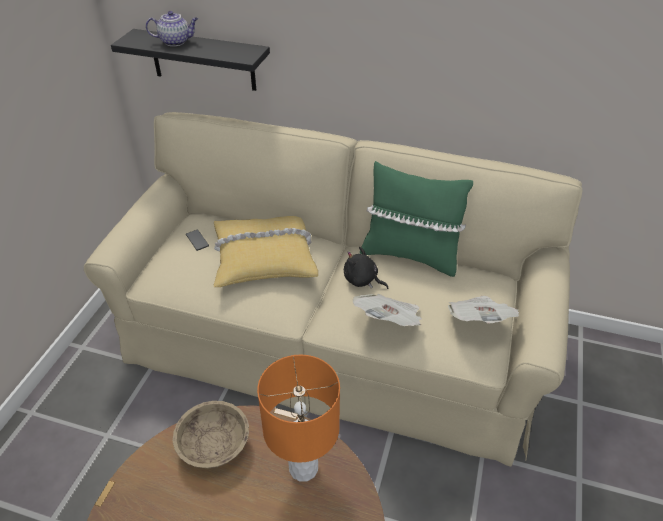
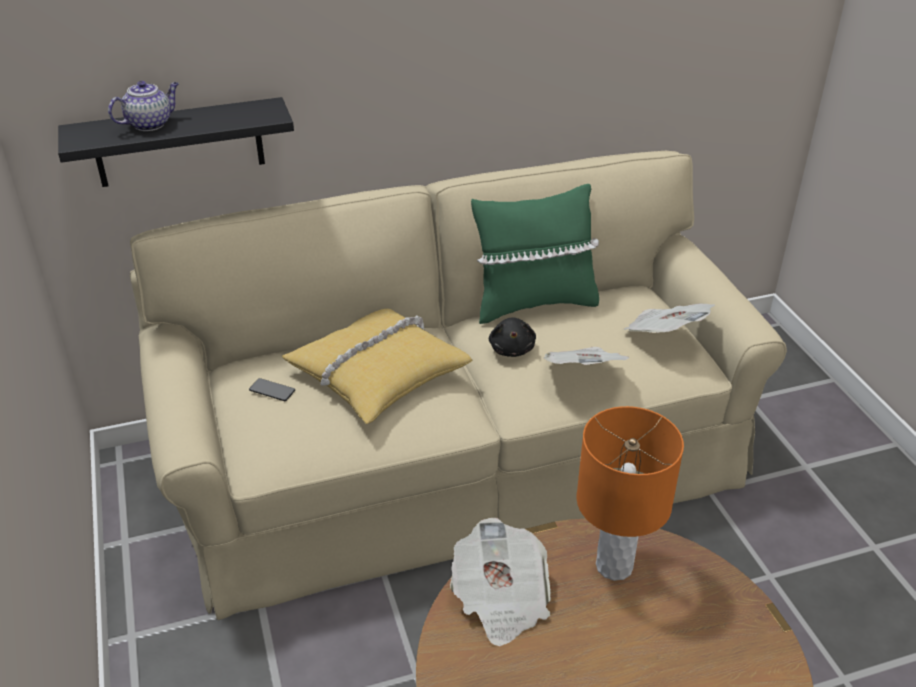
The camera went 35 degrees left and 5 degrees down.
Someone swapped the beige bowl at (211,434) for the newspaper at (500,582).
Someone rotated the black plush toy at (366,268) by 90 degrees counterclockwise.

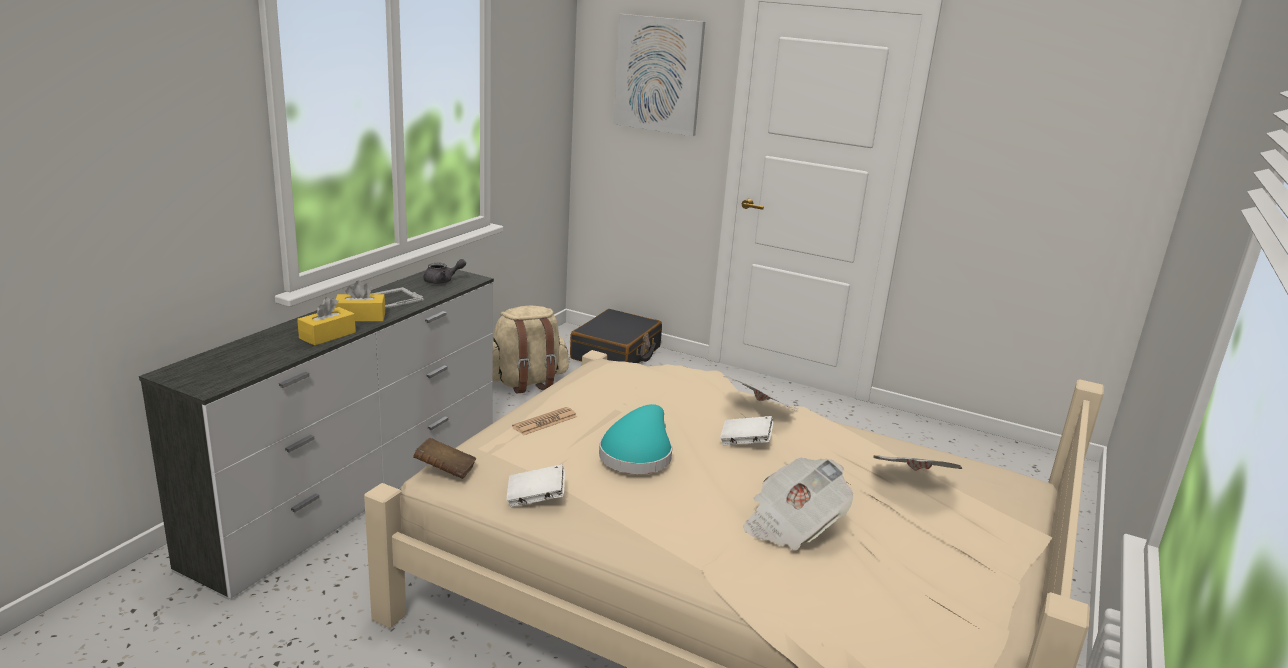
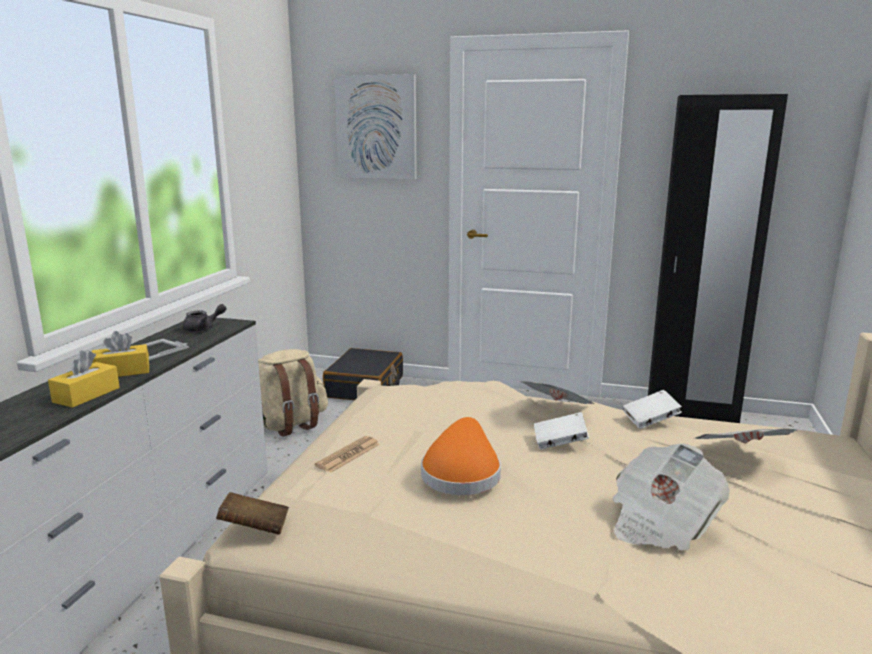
The camera went 10 degrees left and 5 degrees down.
Someone carried the white book from (536,485) to (652,409).
Someone repainted the turquoise hat at (635,439), which became the orange hat at (461,456).
Someone put down the black wardrobe at (718,258).

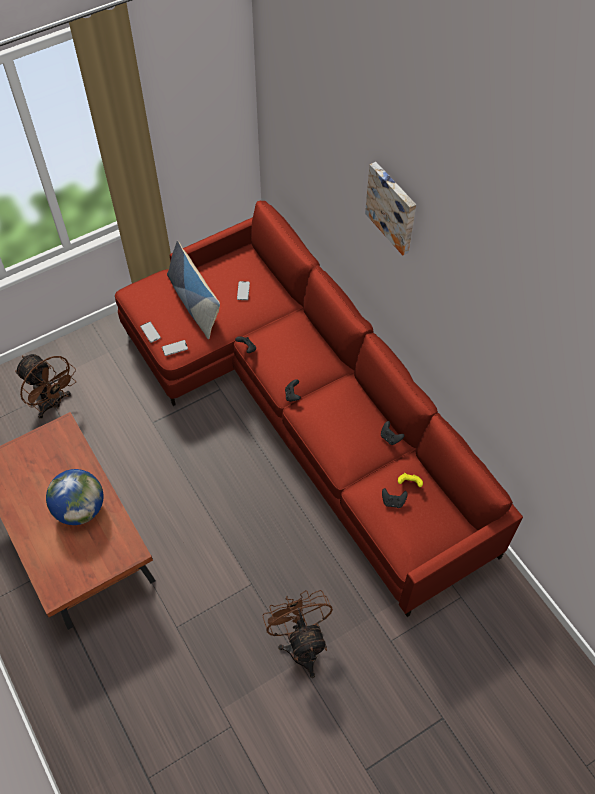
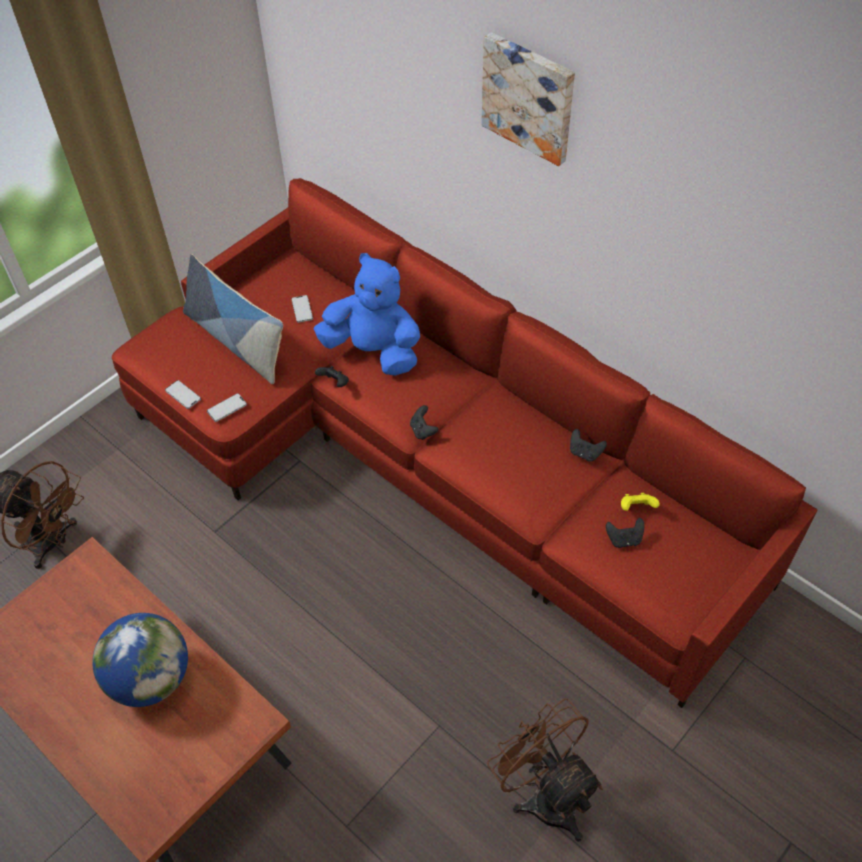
The camera went 15 degrees left and 5 degrees down.
Someone put down the blue plush toy at (367,314).

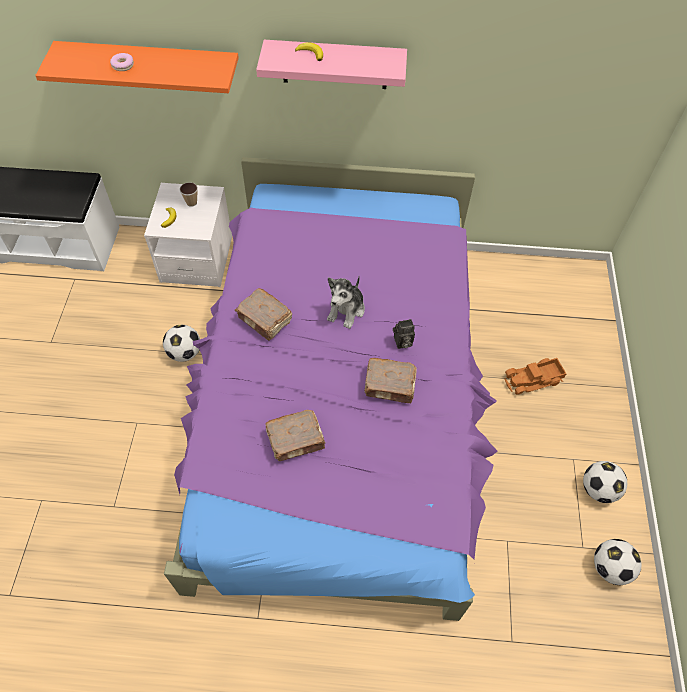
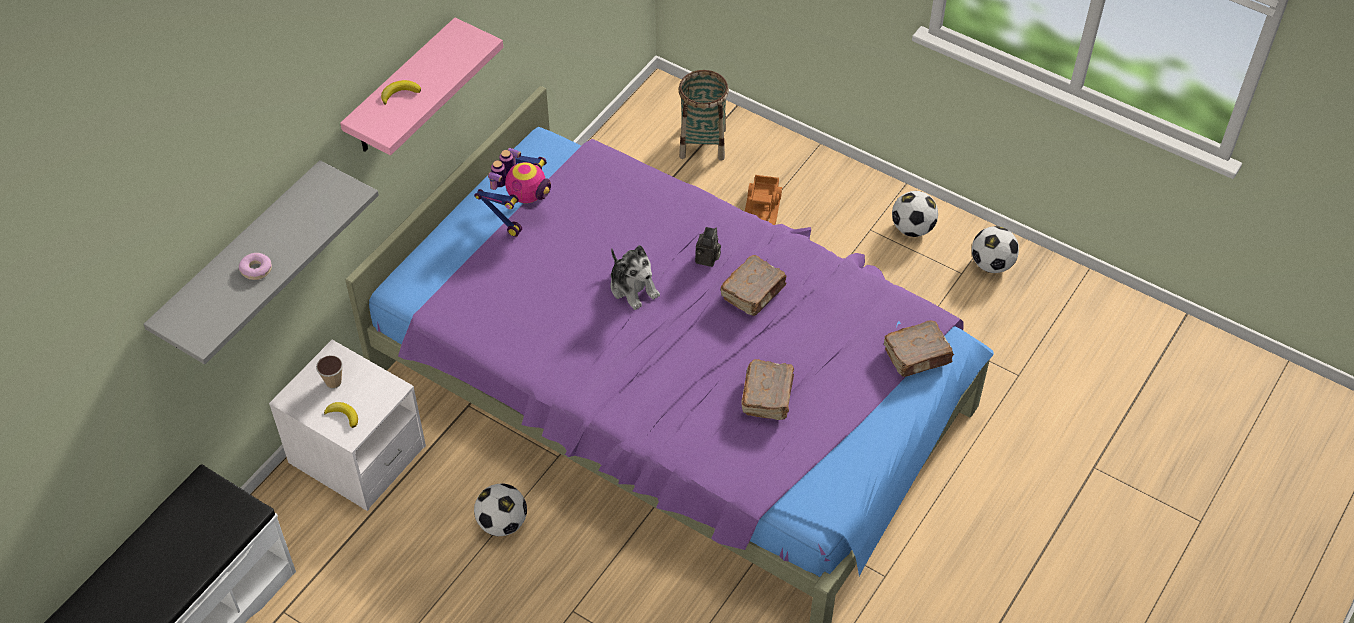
The camera went 60 degrees left and 5 degrees down.
Someone repainted the orange shelf at (137,67), which became the grey shelf at (261,262).
Someone carried the brown book from (263,314) to (919,348).
Someone put down the toy robot at (512,192).
Someone put down the basket at (704,115).

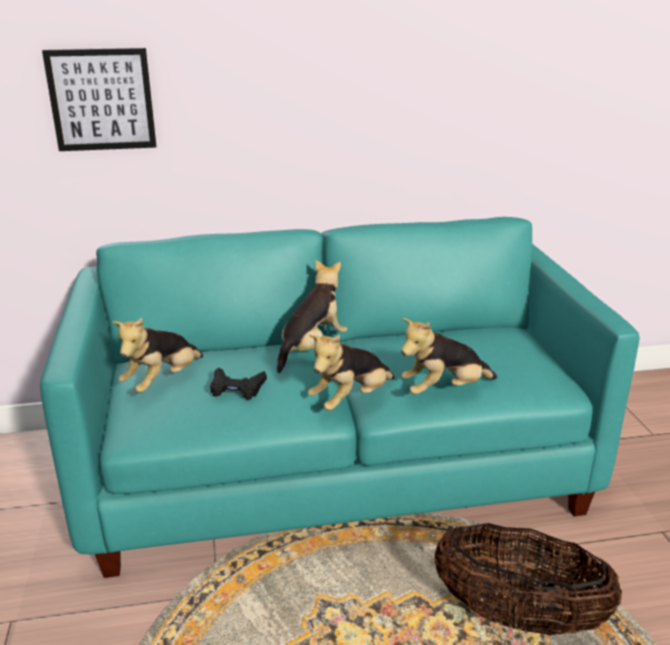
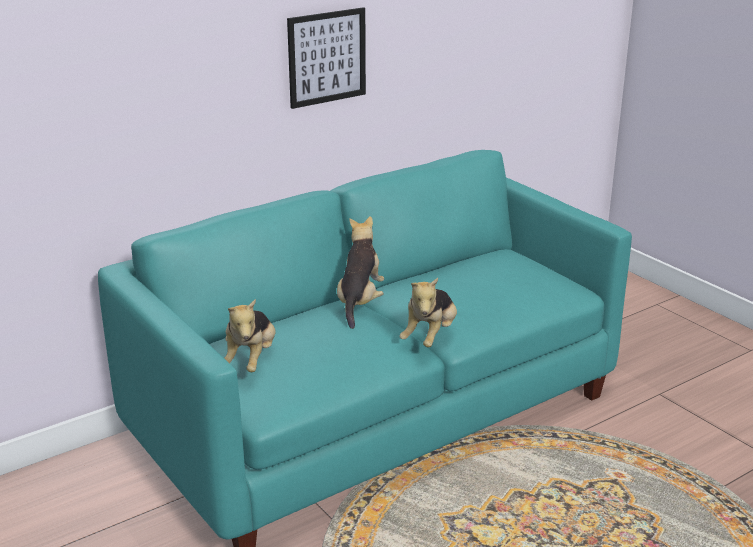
The camera went 25 degrees left and 0 degrees up.
Someone carried the picture from (99,99) to (326,58).
Someone took away the black game controller at (238,383).
Someone took away the plush toy at (449,356).
Someone took away the basket at (528,579).

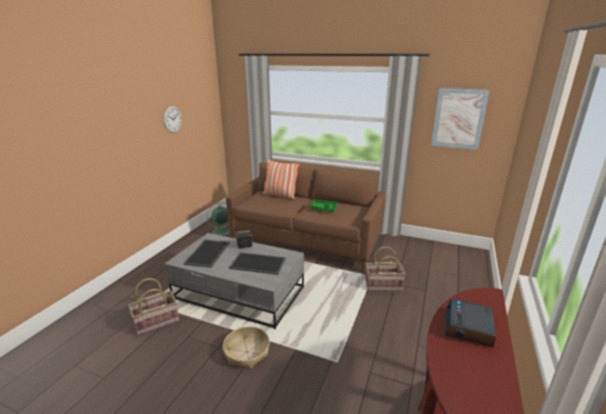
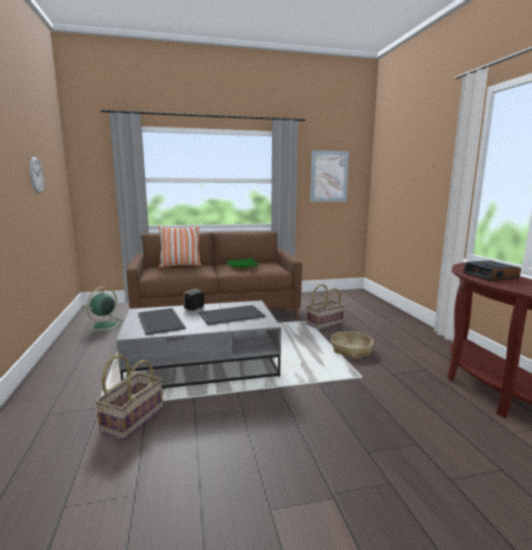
The camera went 35 degrees left and 10 degrees down.
Someone carried the basket from (246,347) to (352,344).

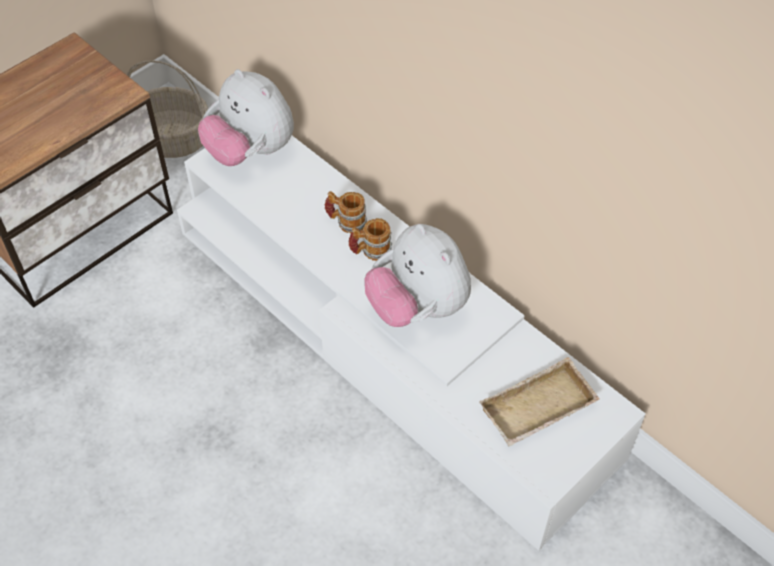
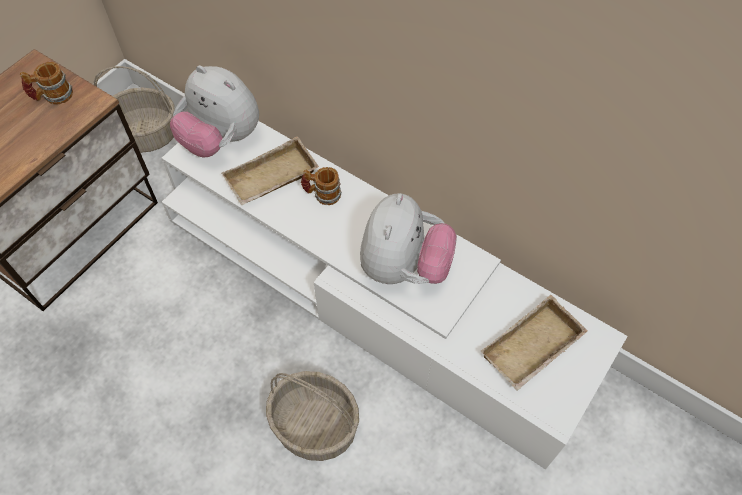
The camera went 10 degrees left and 5 degrees up.
Someone carried the mug from (370,239) to (46,83).
Someone rotated the plush toy at (417,275) by 120 degrees counterclockwise.
Someone put down the beige tray at (270,170).
Someone put down the basket at (312,416).

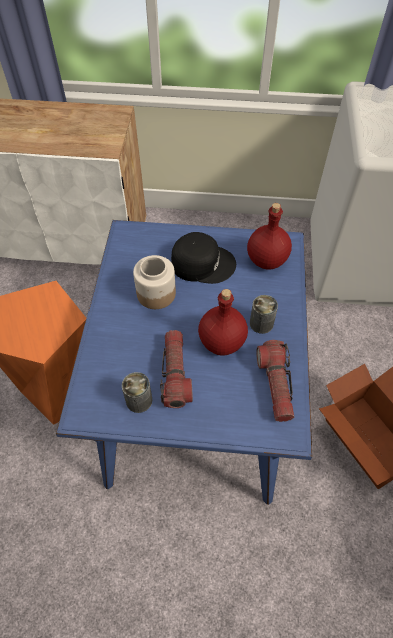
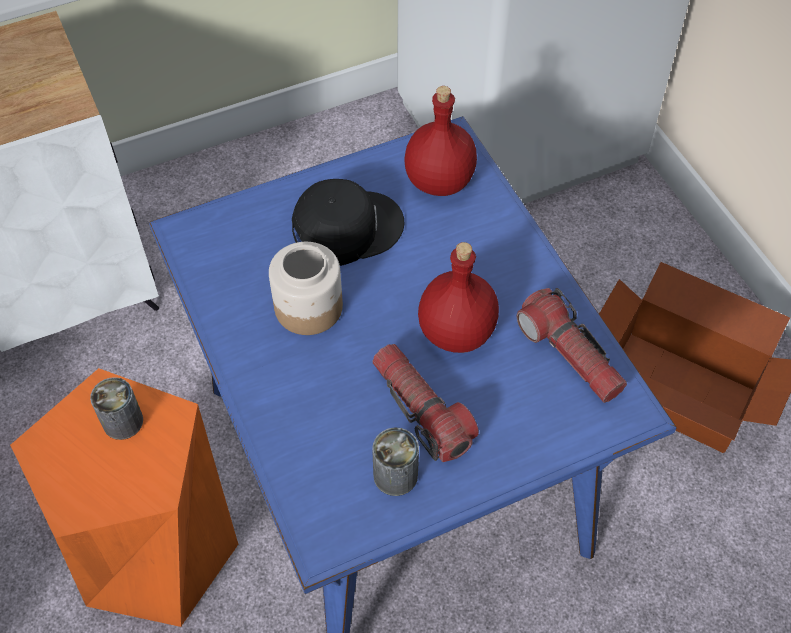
The camera went 30 degrees left and 0 degrees up.
Someone carried the can from (264,314) to (116,408).

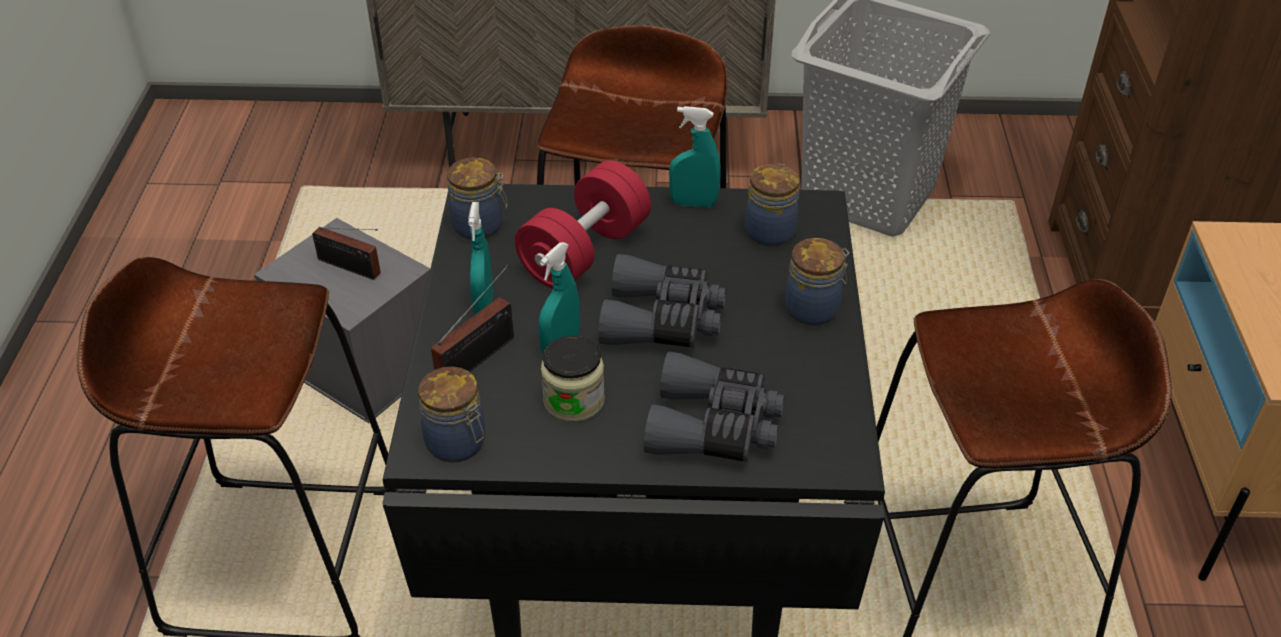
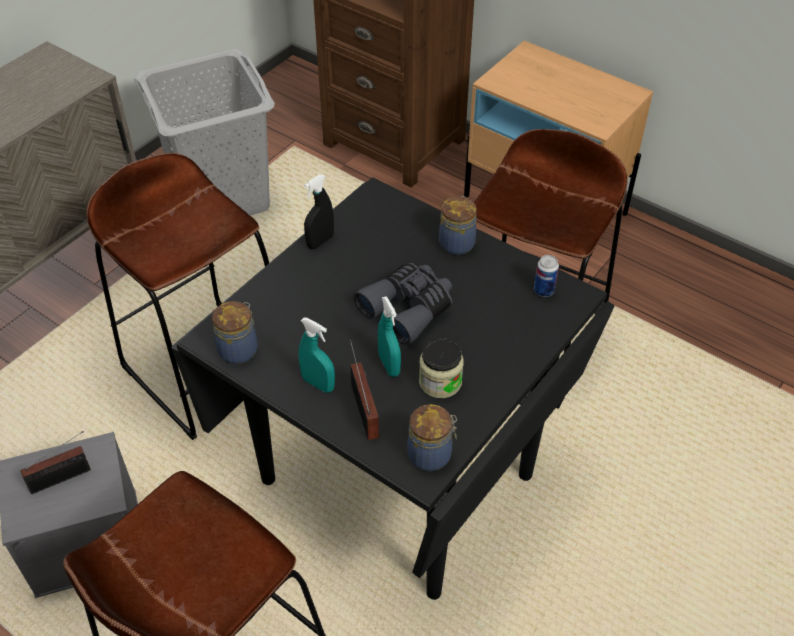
The camera went 55 degrees left and 5 degrees up.
Someone took away the red dumbbell at (582,225).
Someone took away the grey binoculars at (714,406).
Someone repainted the turquoise spray bottle at (694,156), which became the black spray bottle at (319,212).
Someone took away the jar at (772,205).
Someone put down the can at (546,276).

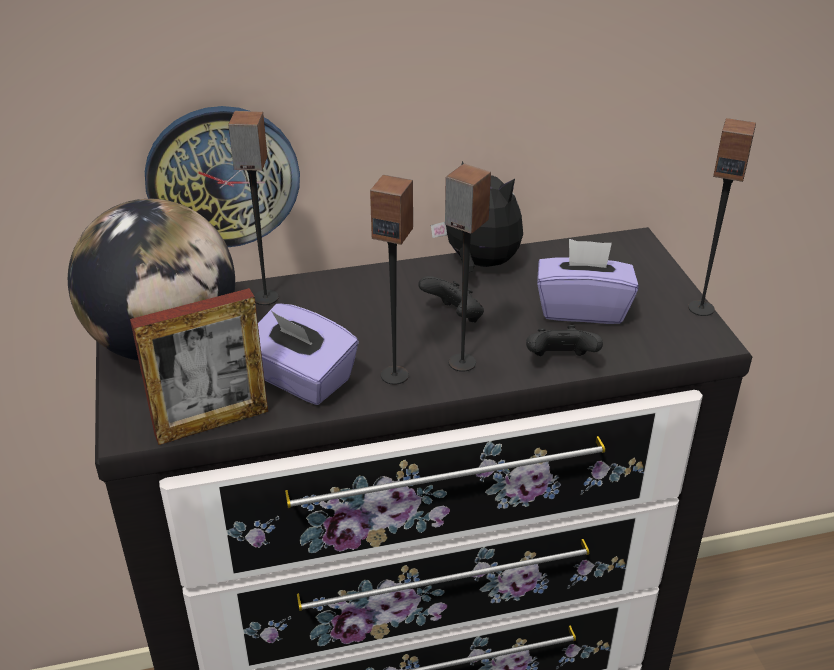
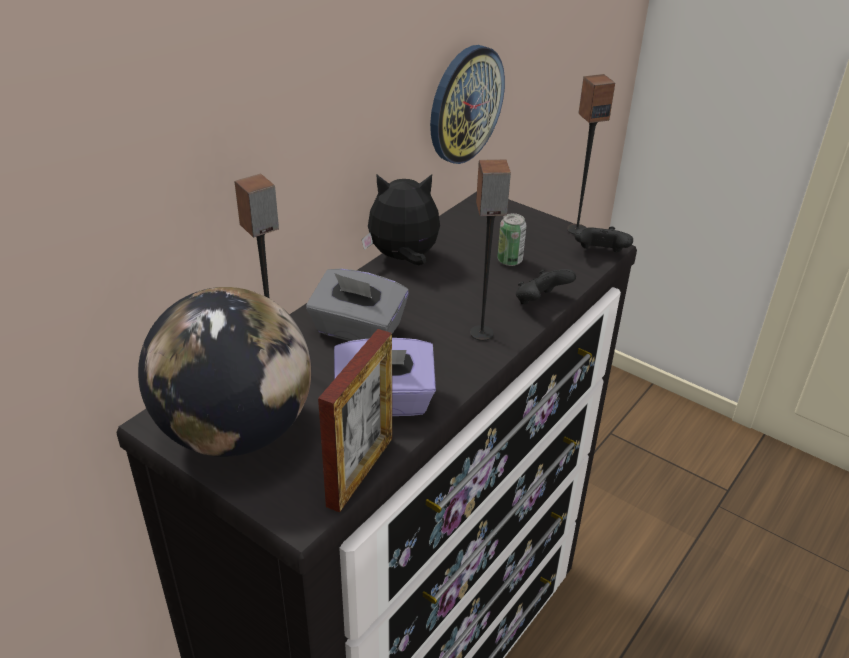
The camera went 40 degrees left and 0 degrees up.
Someone carried the wall clock from (222,176) to (467,104).
Someone took away the speaker at (391,280).
Someone carried the black game controller from (451,299) to (603,239).
Someone swapped the purple tissue box at (587,281) for the can at (511,239).
Someone put down the grey tissue box at (357,304).

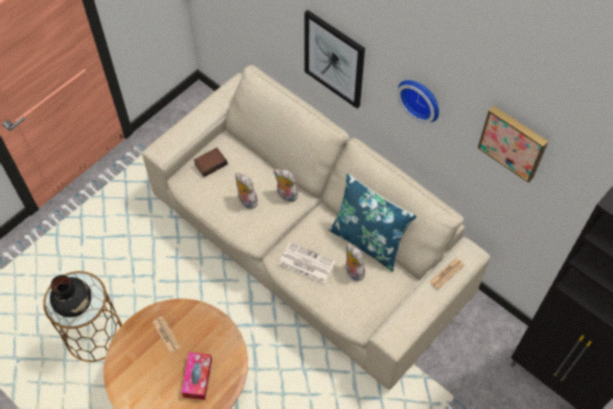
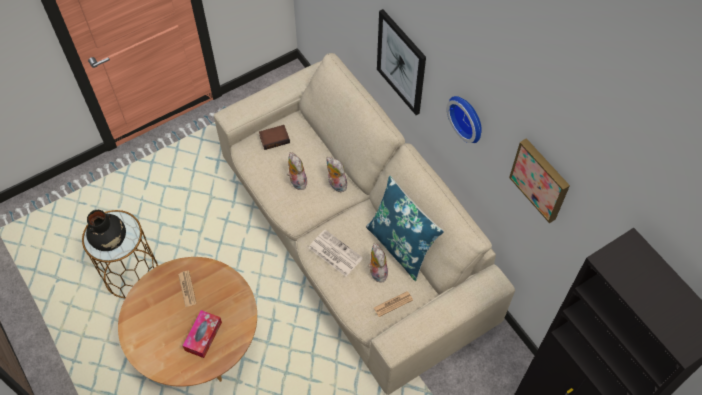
The camera went 15 degrees right and 0 degrees up.
Someone carried the newspaper from (447,273) to (393,304).

